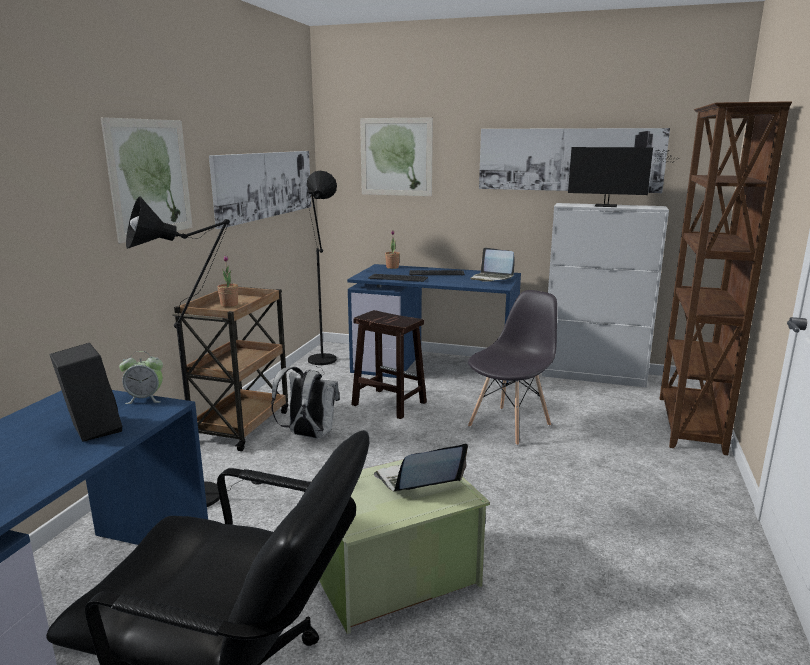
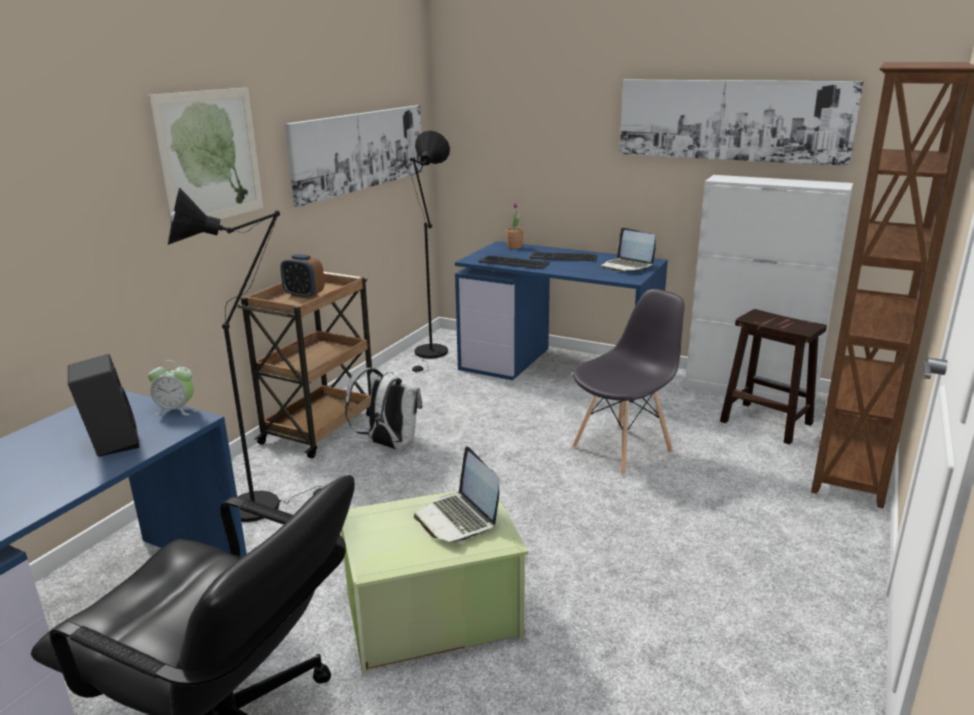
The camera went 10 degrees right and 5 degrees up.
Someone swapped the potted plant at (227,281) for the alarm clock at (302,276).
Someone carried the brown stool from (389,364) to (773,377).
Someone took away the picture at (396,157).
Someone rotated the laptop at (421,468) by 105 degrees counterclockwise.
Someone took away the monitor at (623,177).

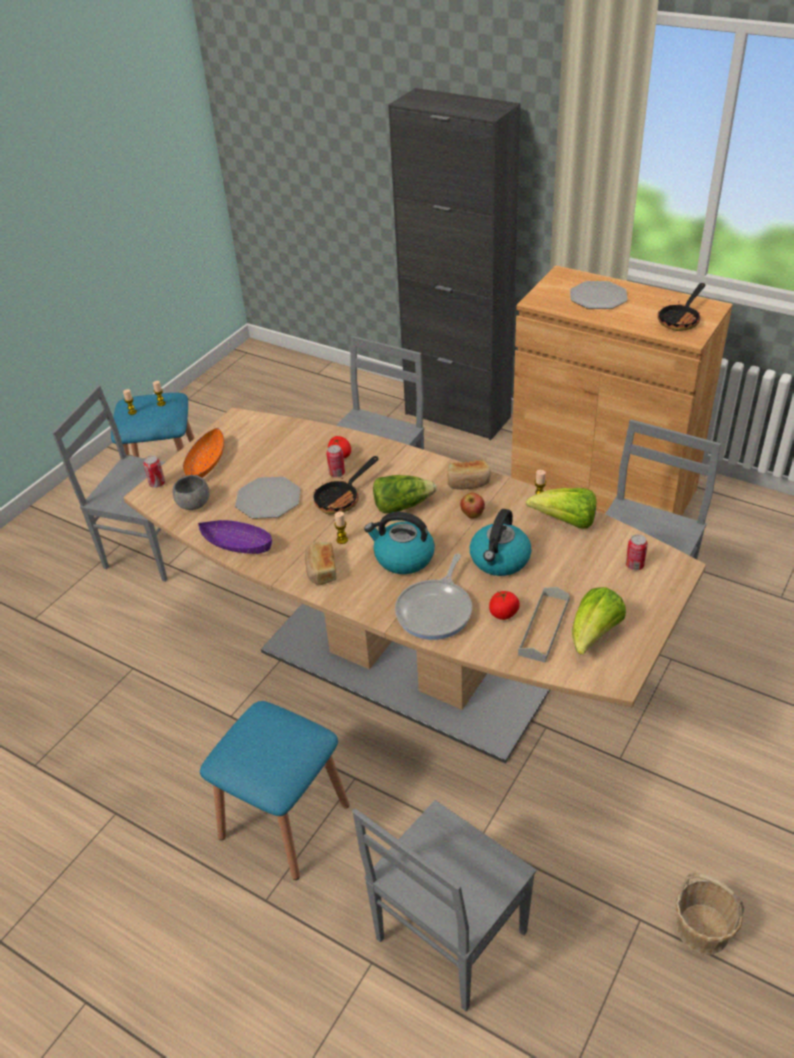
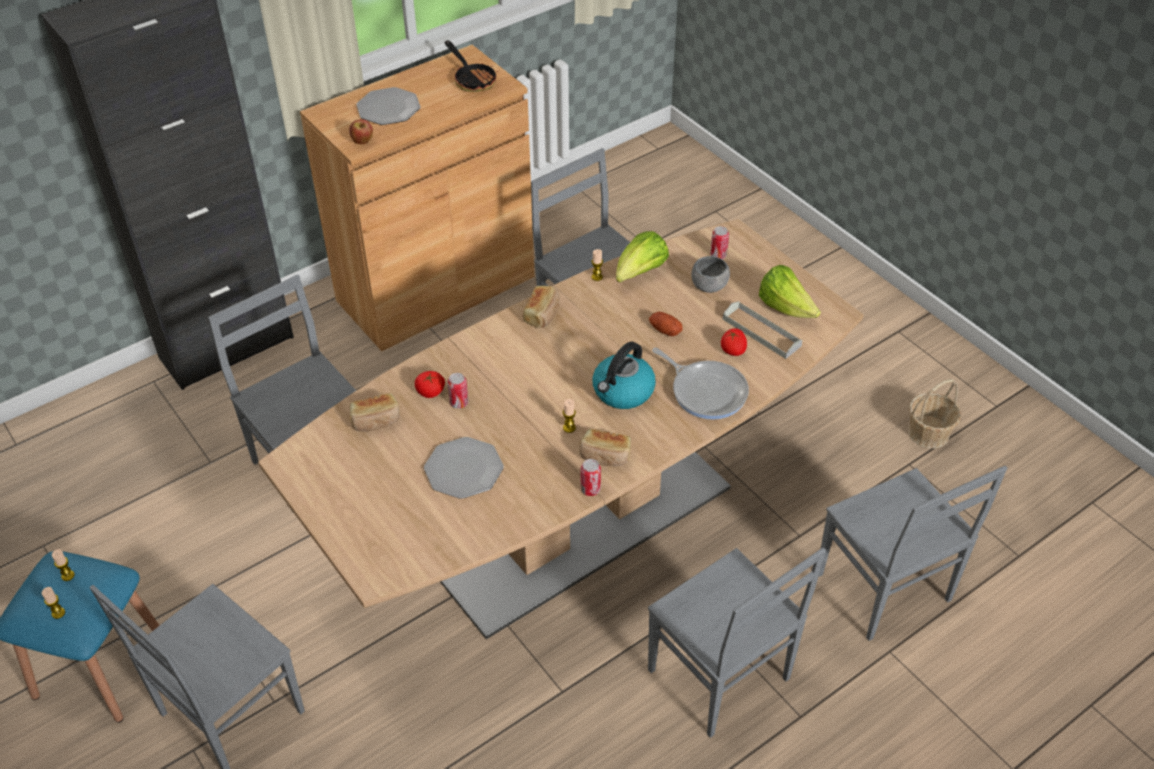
The camera went 70 degrees left and 5 degrees up.
Someone carried the can from (154,471) to (591,477).
Someone carried the grey bowl from (191,492) to (710,274).
Someone took away the orange bowl at (203,453).
Someone took away the purple bowl at (235,537).
Someone swapped the blue stool at (274,790) for the grey chair at (737,643).
Someone took away the frying pan at (346,485).
Someone took away the lettuce at (405,494).
Someone carried the apple from (472,506) to (361,131).
Someone swapped the kettle at (501,542) for the potato at (666,324).
Someone put down the bread at (375,412).

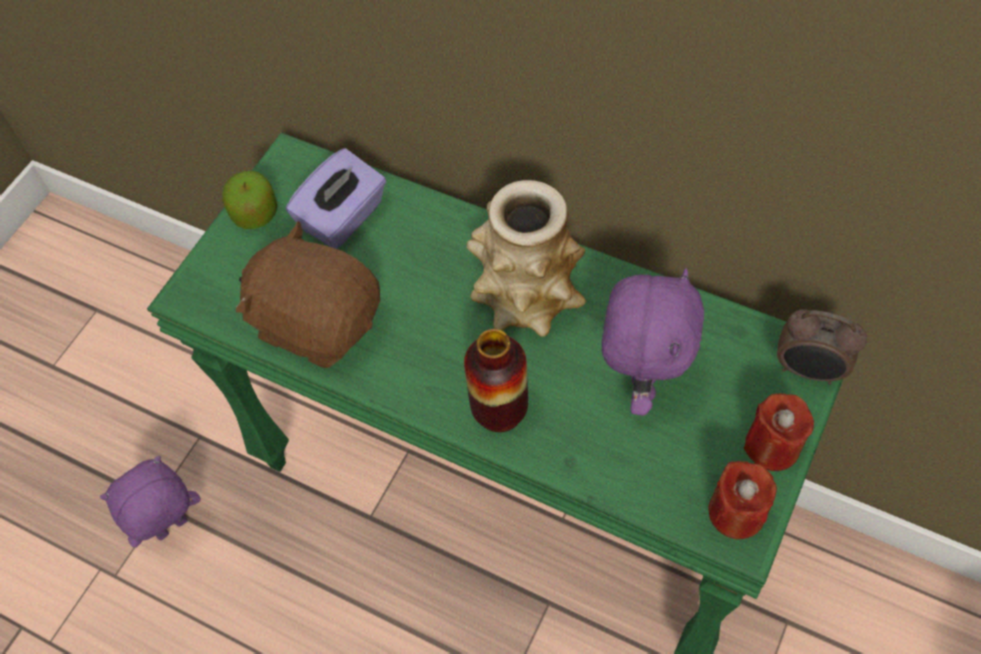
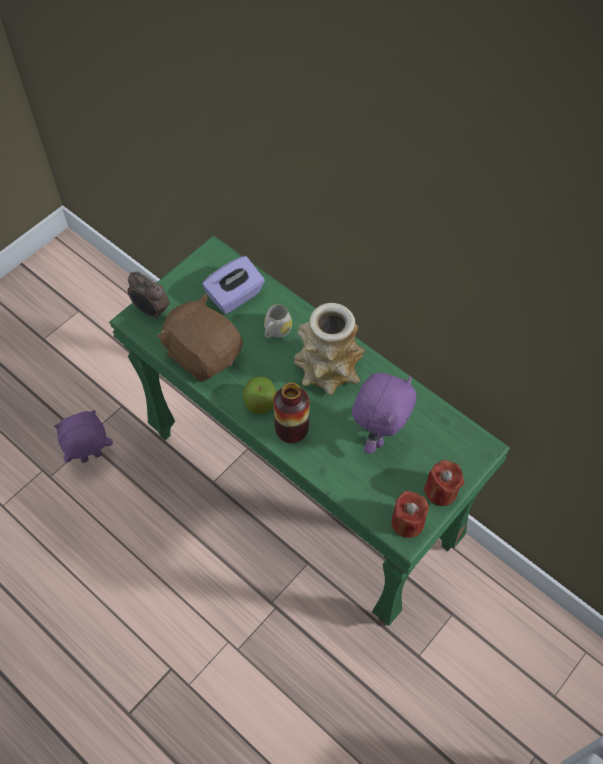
The camera went 10 degrees right and 0 degrees up.
Someone carried the apple from (249,200) to (259,395).
Someone carried the alarm clock from (822,347) to (148,296).
Someone put down the white mug at (278,321).

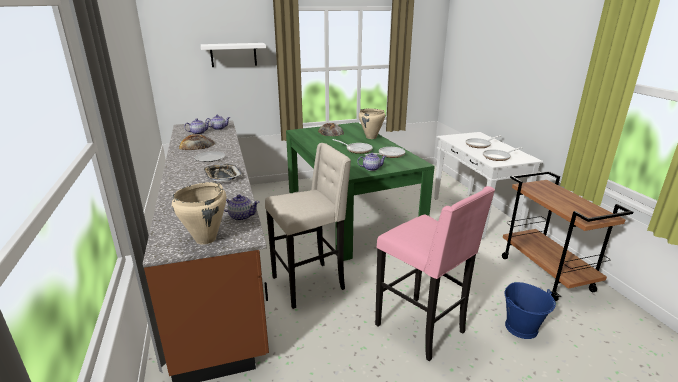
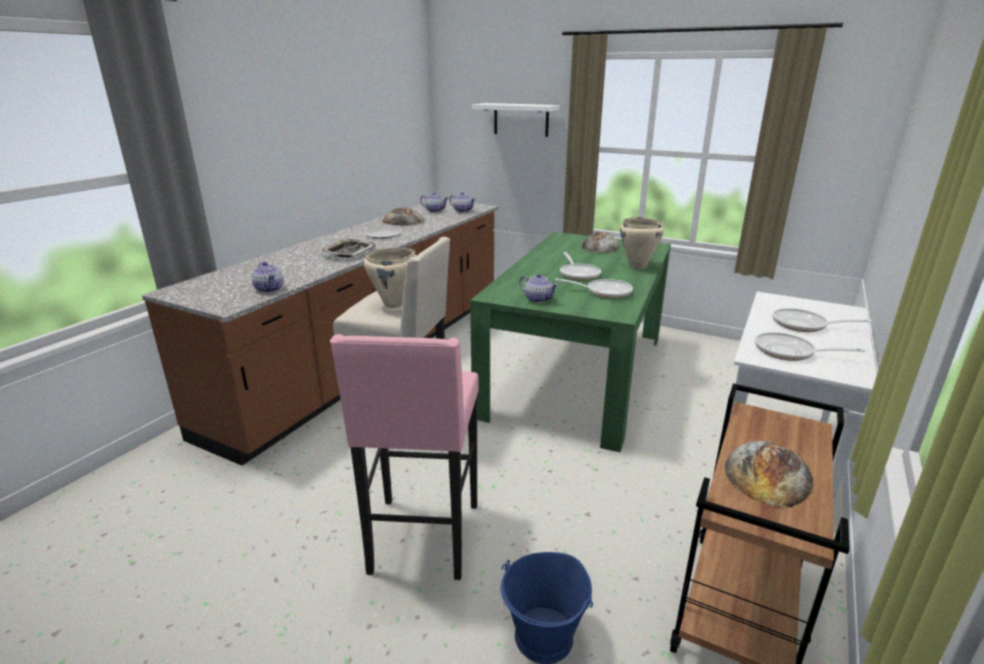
The camera went 45 degrees right and 0 degrees up.
Someone carried the beige cooking pot from (199,213) to (390,278).
Someone put down the bread at (769,474).

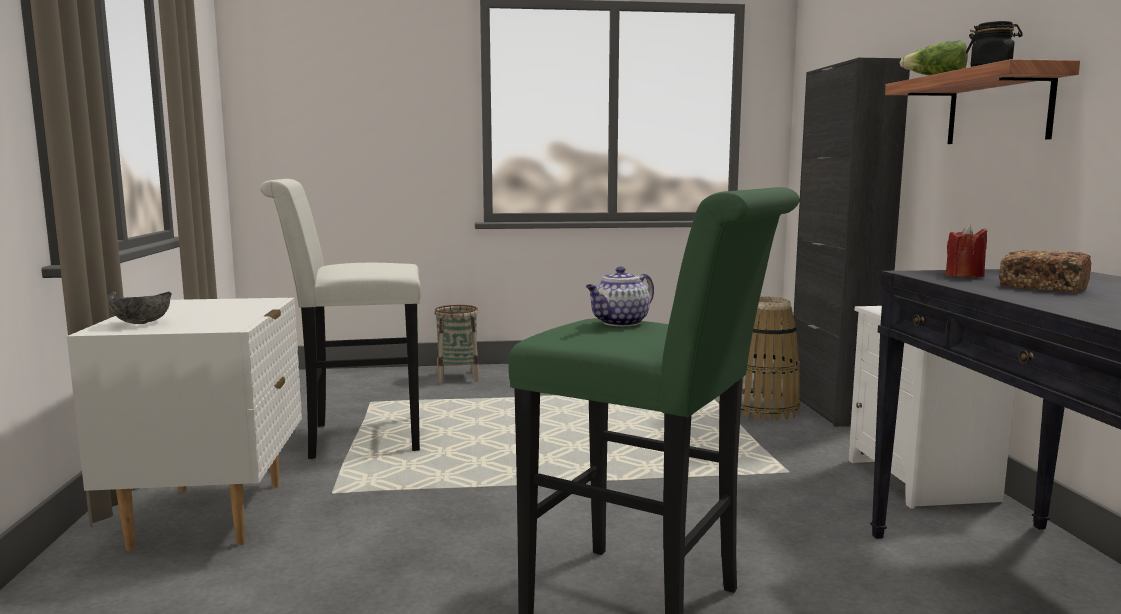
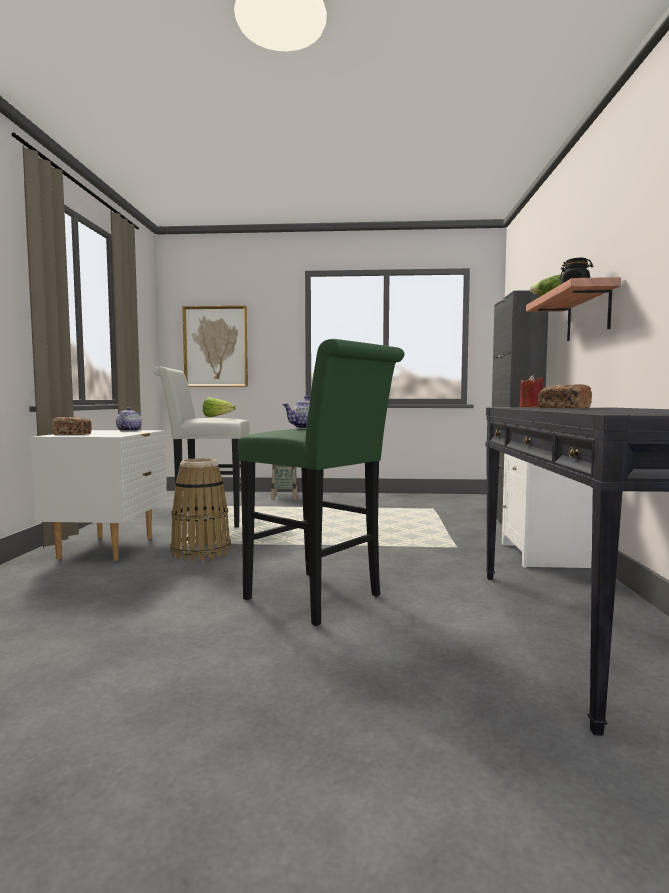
The camera went 10 degrees right and 5 degrees down.
Someone swapped the grey bowl at (139,308) for the bread at (72,426).
Someone carried the basket from (770,358) to (200,509).
Someone put down the teapot at (129,419).
Someone put up the picture at (215,346).
Someone put down the lettuce at (219,407).

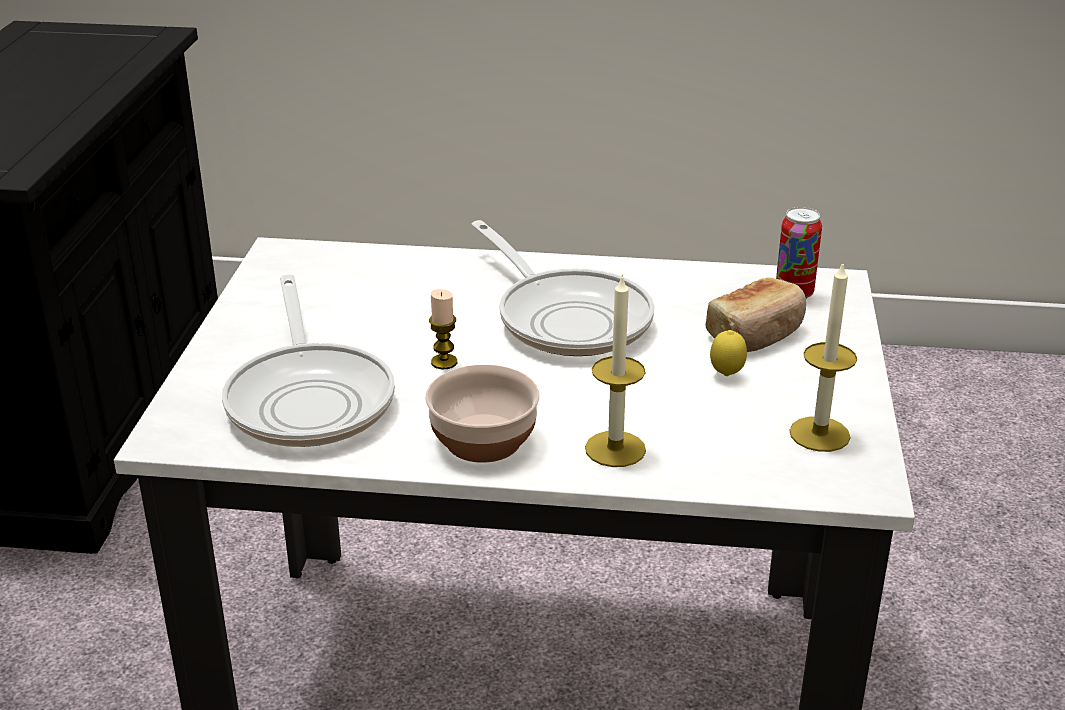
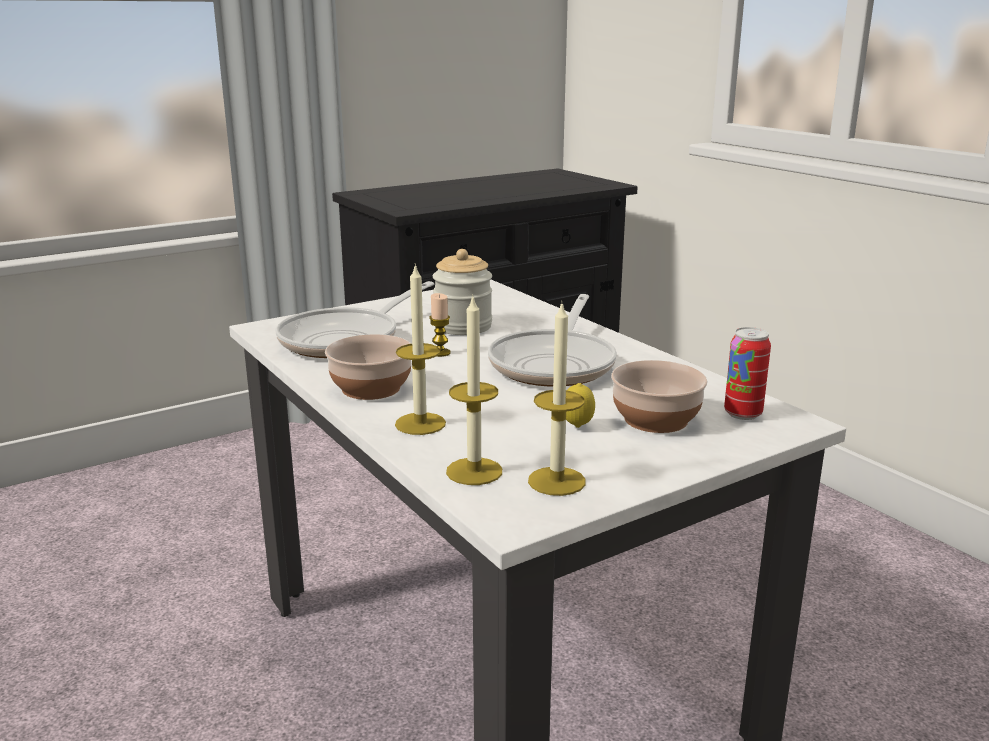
The camera went 50 degrees right and 10 degrees down.
Someone swapped the bread at (756,314) for the bowl at (659,396).
Someone put down the jar at (462,292).
Someone put down the candle at (474,389).

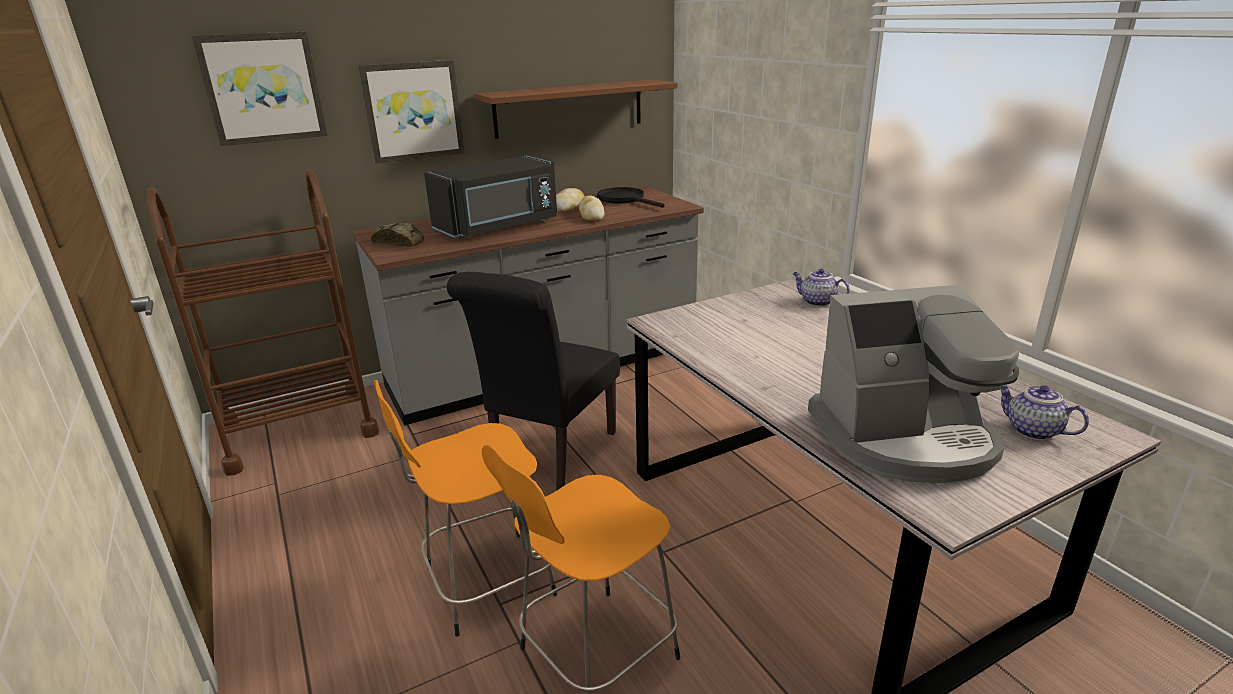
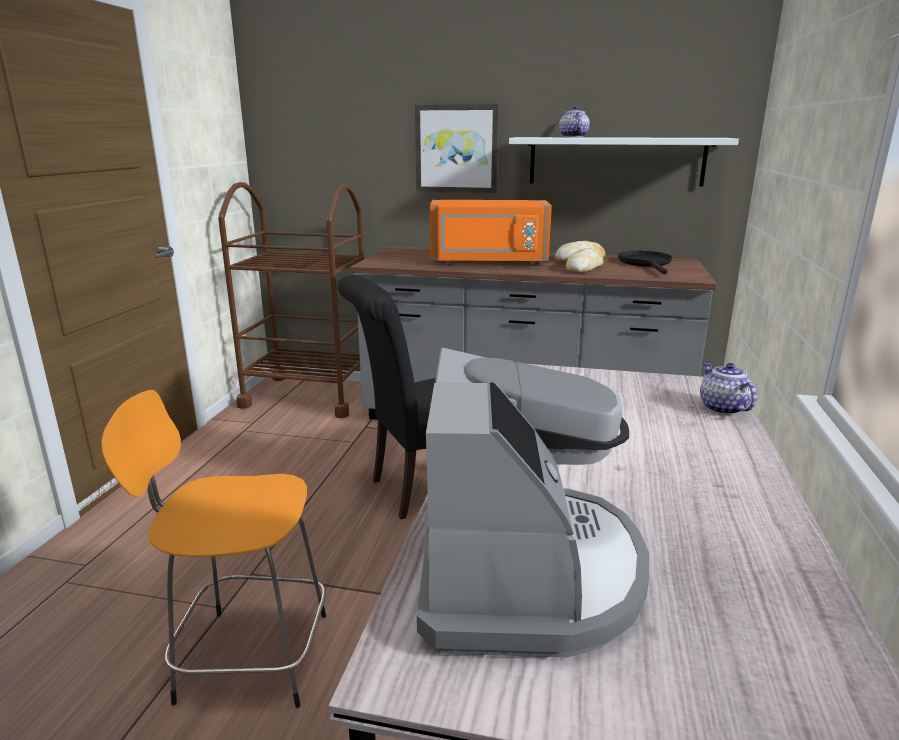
The camera went 40 degrees right and 5 degrees down.
Someone took away the picture at (260,89).
Someone took away the bread at (397,235).
Someone took away the orange stool at (465,508).
Someone repainted the black microwave at (490,196), which became the orange microwave at (491,232).
Someone repainted the brown shelf at (575,109), which became the white shelf at (624,161).
Someone rotated the coffee machine at (913,384) by 120 degrees counterclockwise.
Someone carried the teapot from (1045,412) to (574,121).

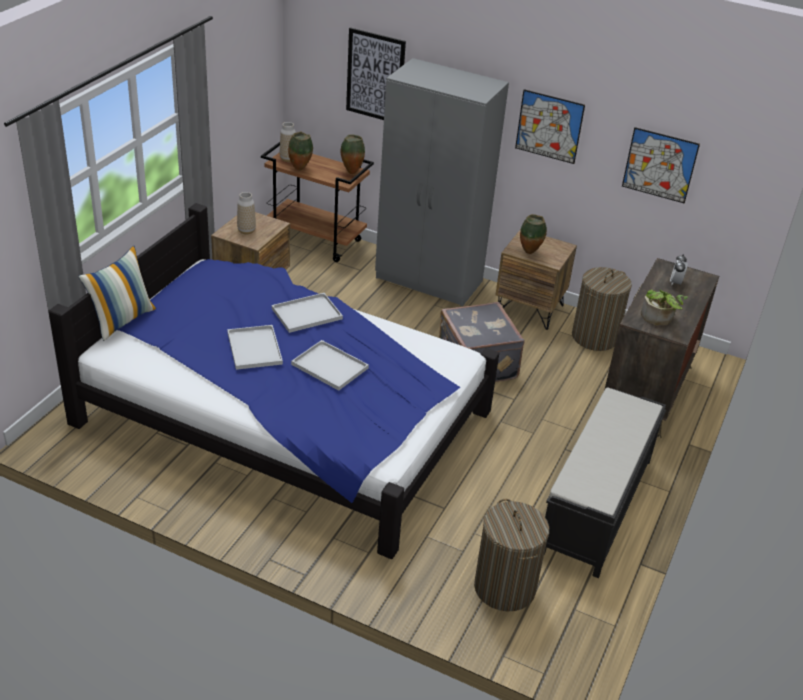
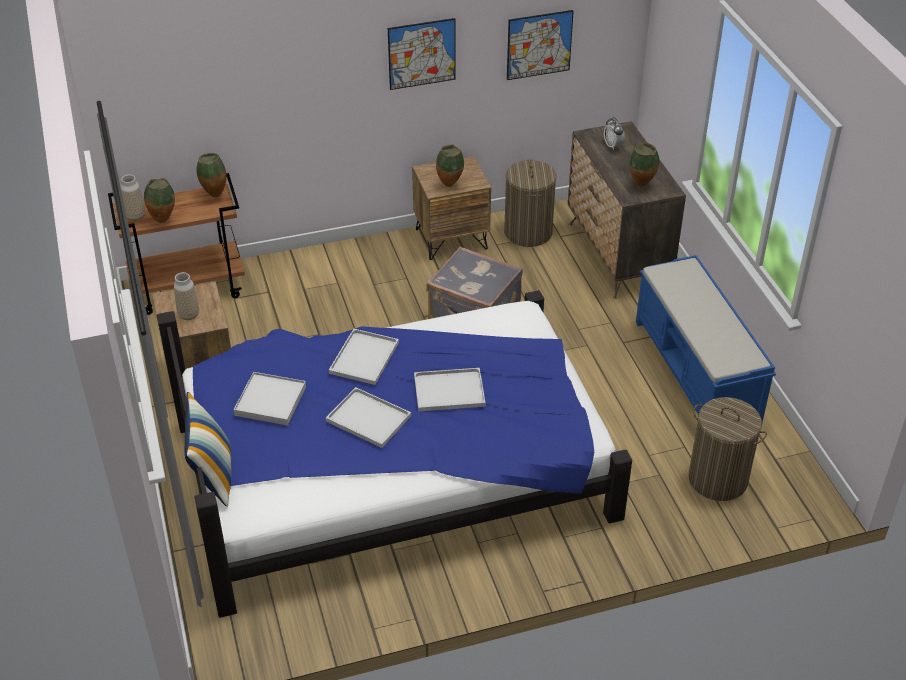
The camera went 40 degrees left and 5 degrees up.
Someone took away the picture at (376,73).
Someone took away the grey wardrobe at (442,182).
Someone repainted the black bench at (605,483), which became the blue bench at (706,338).
Someone swapped the potted plant at (664,307) for the vase at (644,165).
Someone put down the white tray at (270,399).

